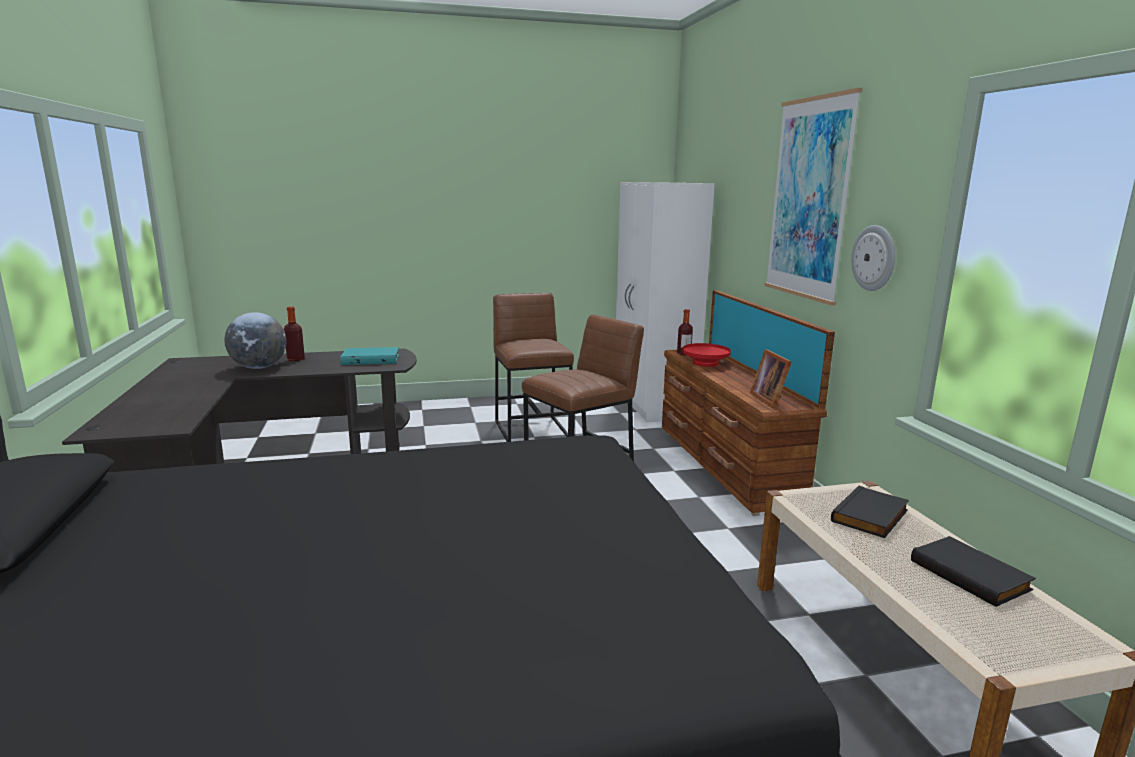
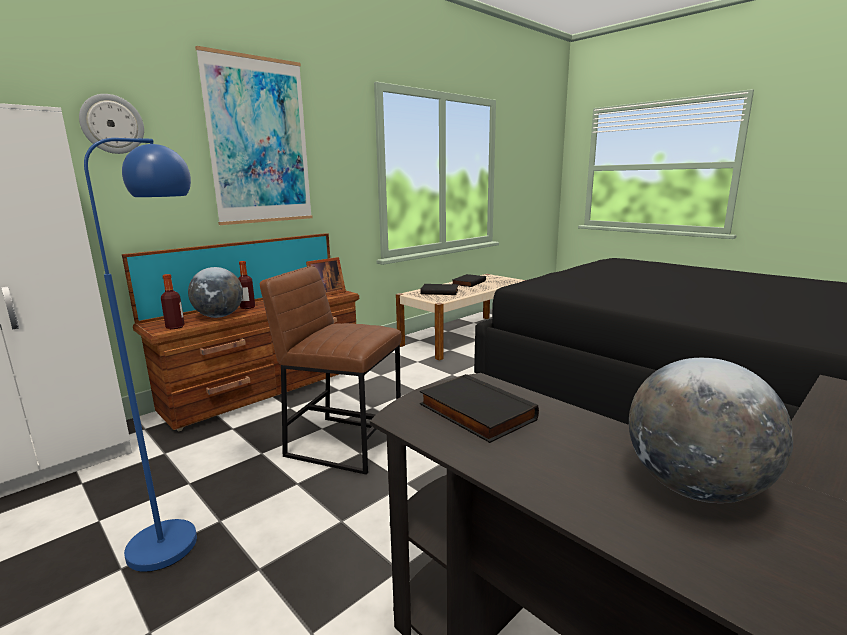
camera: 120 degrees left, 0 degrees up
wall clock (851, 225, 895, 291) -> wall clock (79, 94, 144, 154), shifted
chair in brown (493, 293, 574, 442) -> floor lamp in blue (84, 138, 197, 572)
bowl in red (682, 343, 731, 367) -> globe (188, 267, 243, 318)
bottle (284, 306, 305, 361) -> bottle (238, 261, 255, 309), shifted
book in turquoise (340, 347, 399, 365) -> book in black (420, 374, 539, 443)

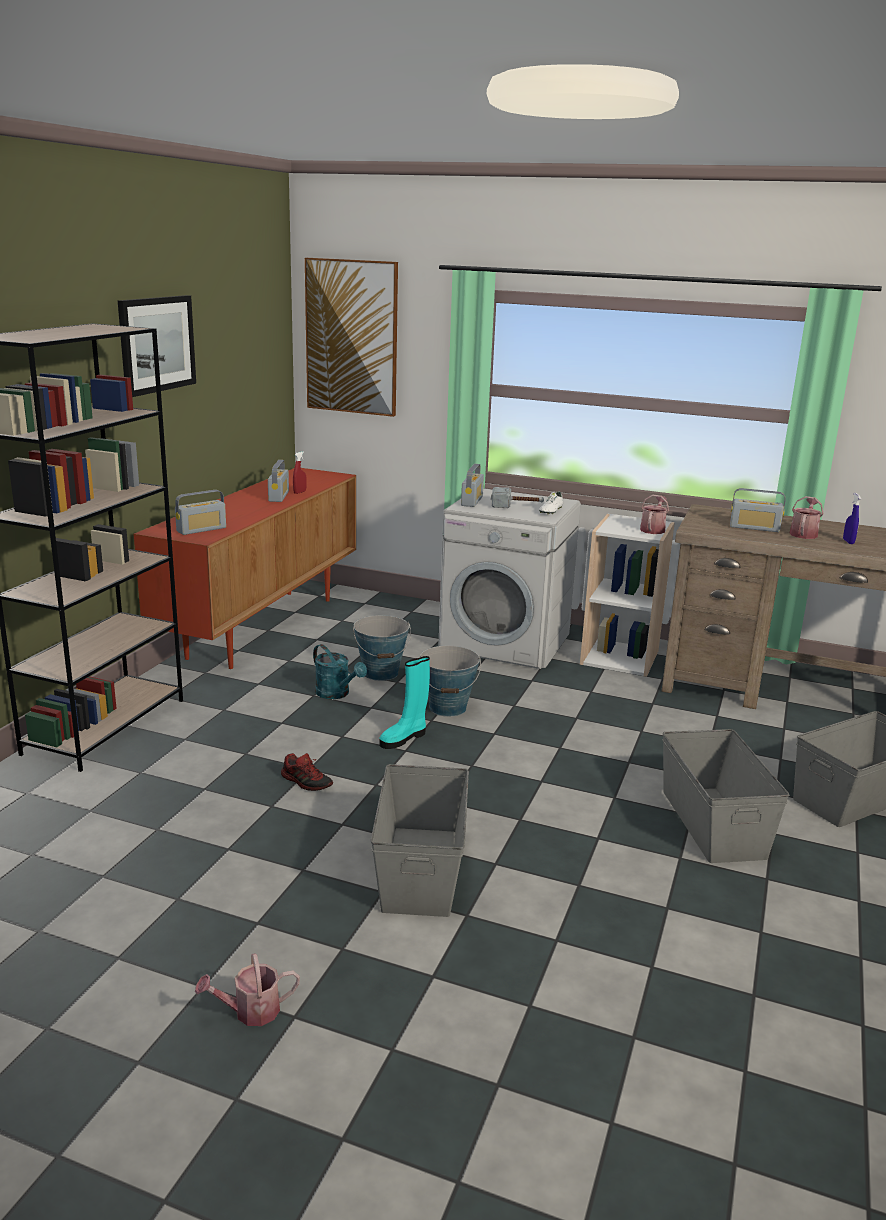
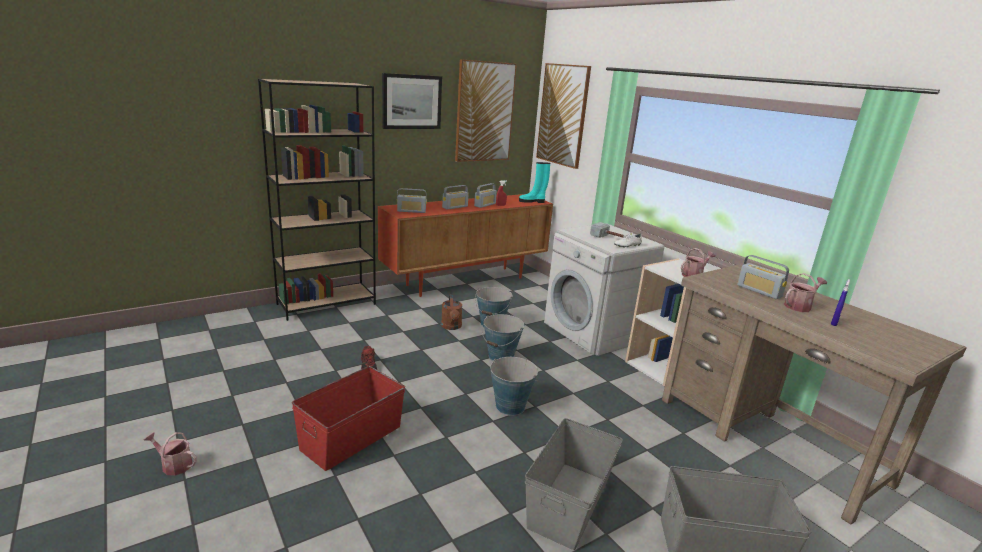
camera: 35 degrees right, 0 degrees up
storage box in grey (371, 764, 469, 917) -> storage box in red (292, 366, 405, 471)
watering can in turquoise (313, 644, 367, 699) -> watering can in brown (441, 294, 462, 330)
radio (461, 464, 484, 507) -> radio (442, 185, 469, 209), shifted
none -> picture (455, 59, 517, 162)
none -> bucket (490, 357, 538, 416)
boot in turquoise (379, 656, 430, 749) -> boot in turquoise (519, 162, 550, 203), shifted

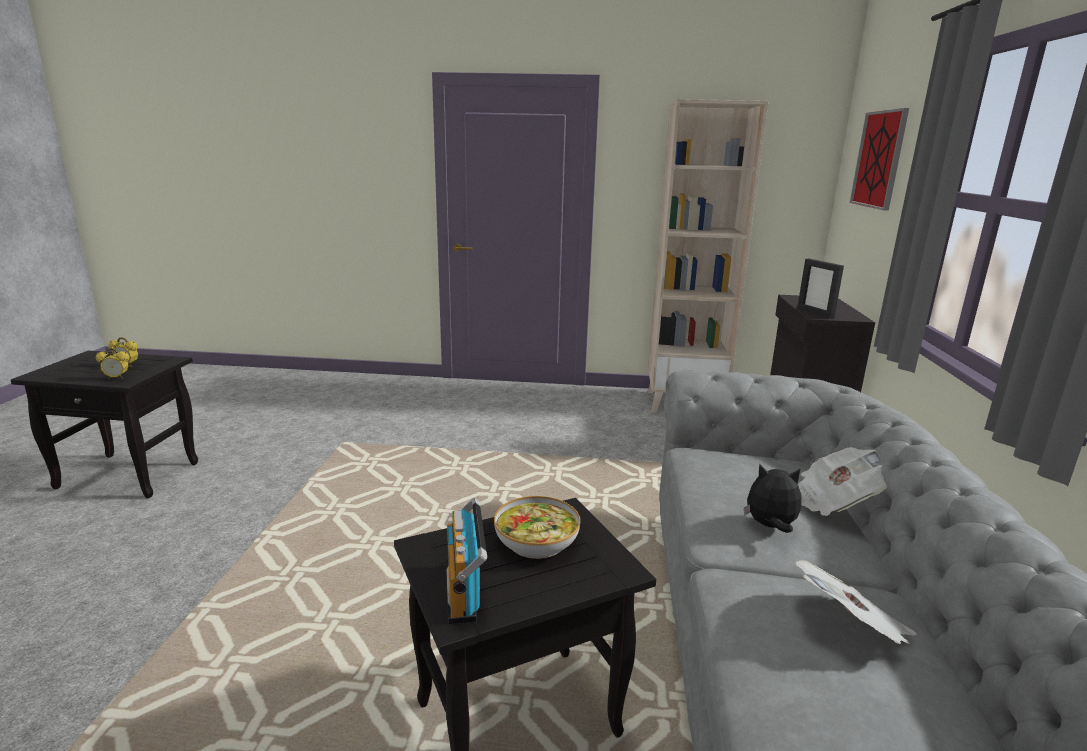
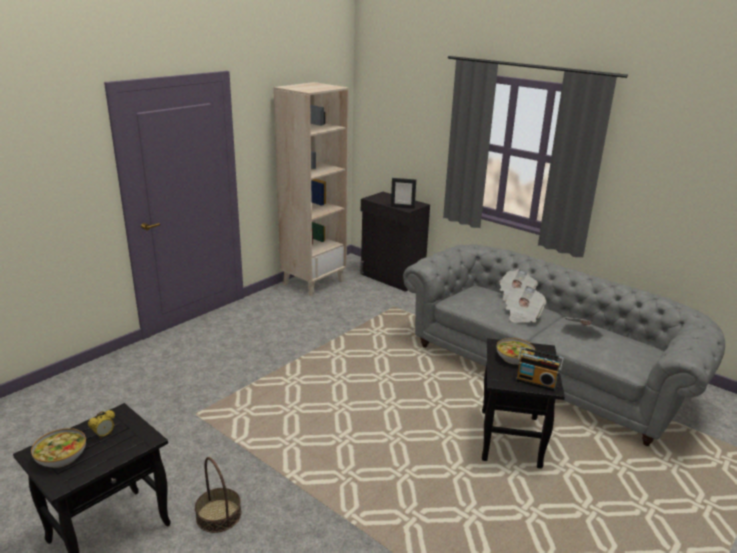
camera: 55 degrees left, 5 degrees up
none -> bowl (31, 428, 86, 468)
none -> basket (195, 457, 241, 533)
plush toy (744, 464, 801, 533) -> newspaper (505, 285, 546, 323)
alarm clock (96, 348, 129, 379) -> none
picture (850, 108, 909, 211) -> none

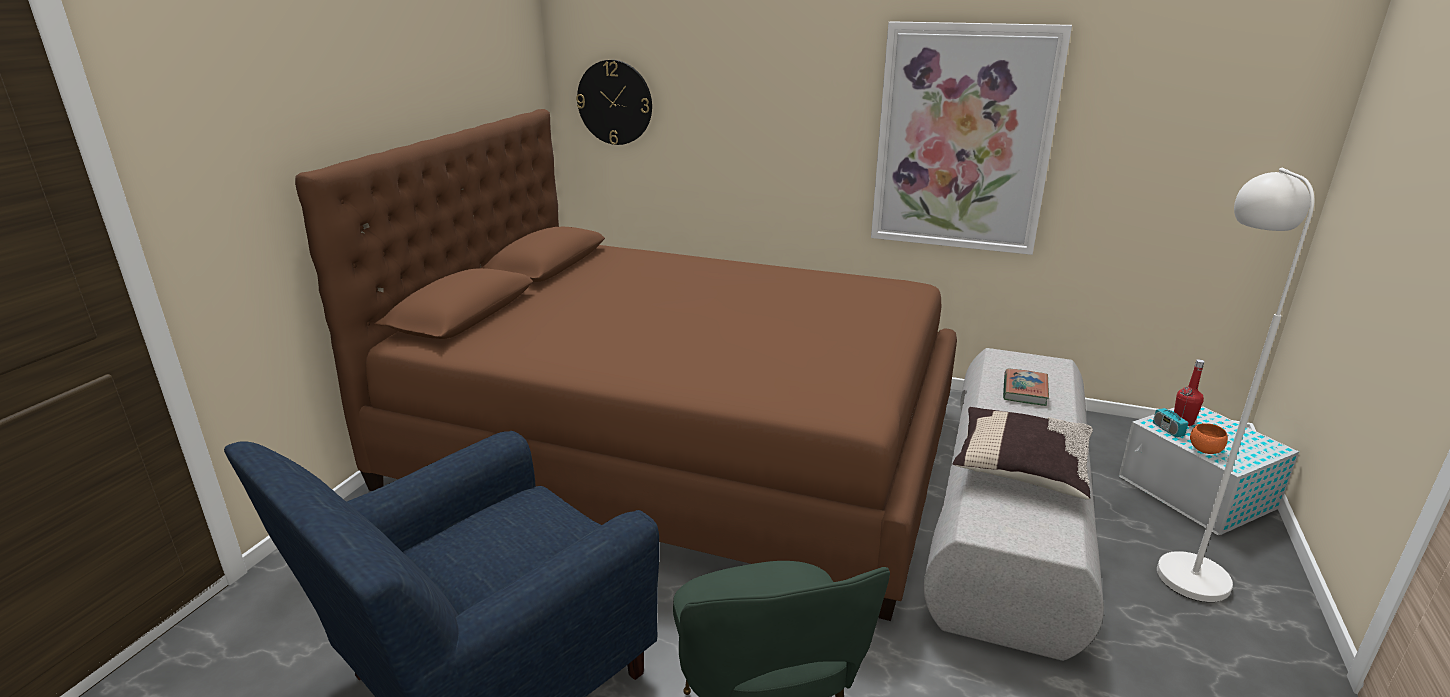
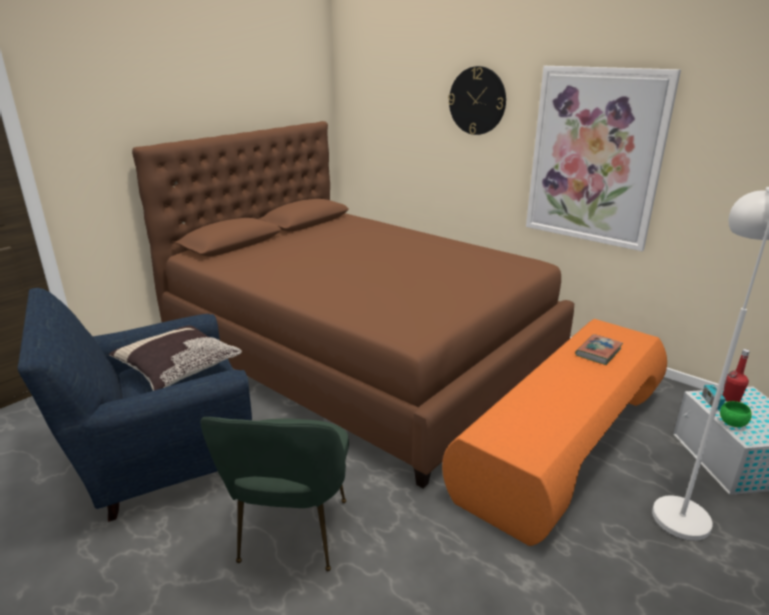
camera: 20 degrees right, 0 degrees up
pillow (952, 407, 1093, 500) -> pillow (109, 325, 242, 391), shifted
bench in grey (924, 348, 1104, 661) -> bench in orange (442, 319, 667, 546)
wall clock (576, 60, 652, 145) -> wall clock (448, 66, 506, 135), shifted
bowl in orange (1190, 423, 1228, 454) -> bowl in green (720, 401, 752, 427)

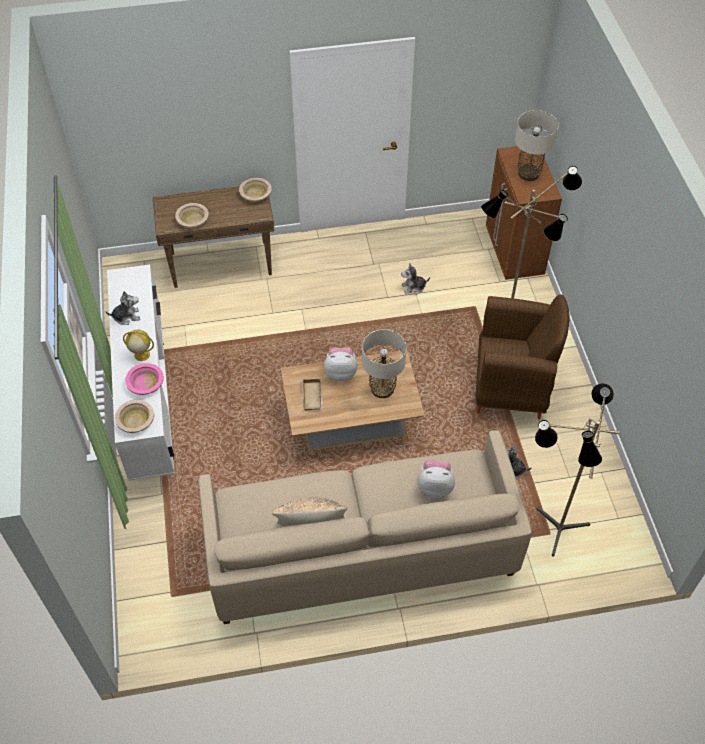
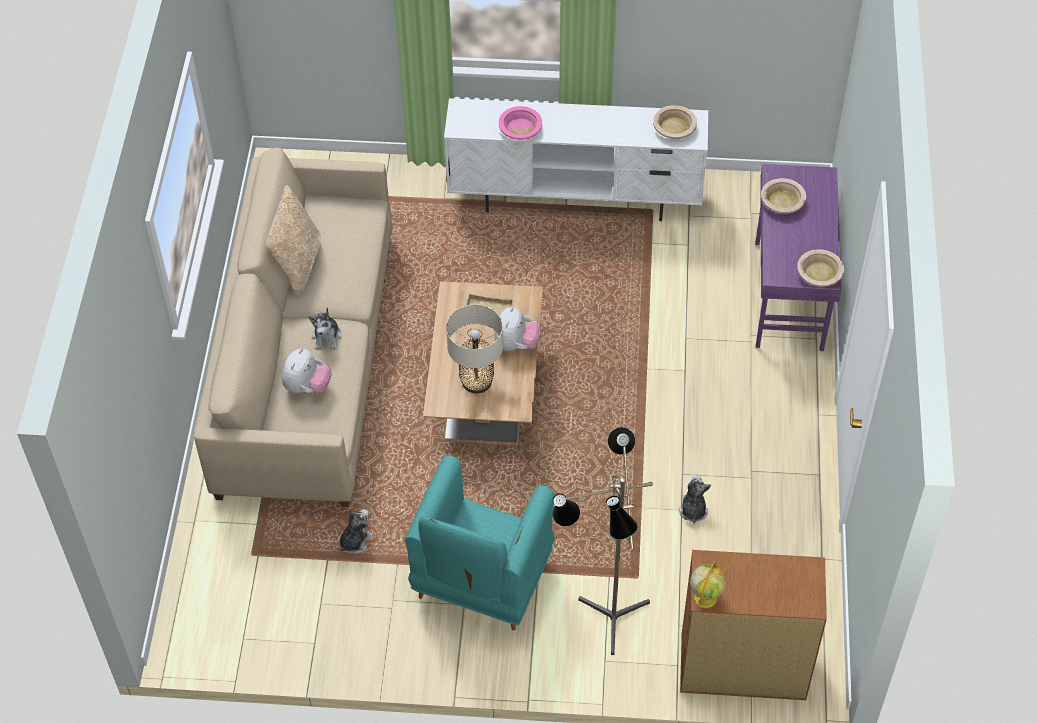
camera: 105 degrees right, 0 degrees up
plush toy (105, 291, 140, 325) -> plush toy (308, 308, 342, 350), shifted
armchair in brown (475, 295, 570, 420) -> armchair in turquoise (405, 455, 555, 631)
bowl in beige (115, 400, 154, 433) -> bowl in beige (653, 105, 697, 139), shifted
globe (123, 330, 154, 361) -> globe (690, 561, 726, 608), shifted
console table in brown (153, 186, 275, 288) -> console table in purple (756, 164, 842, 351)
table lamp (515, 110, 559, 181) -> none
floor lamp (535, 383, 620, 557) -> none

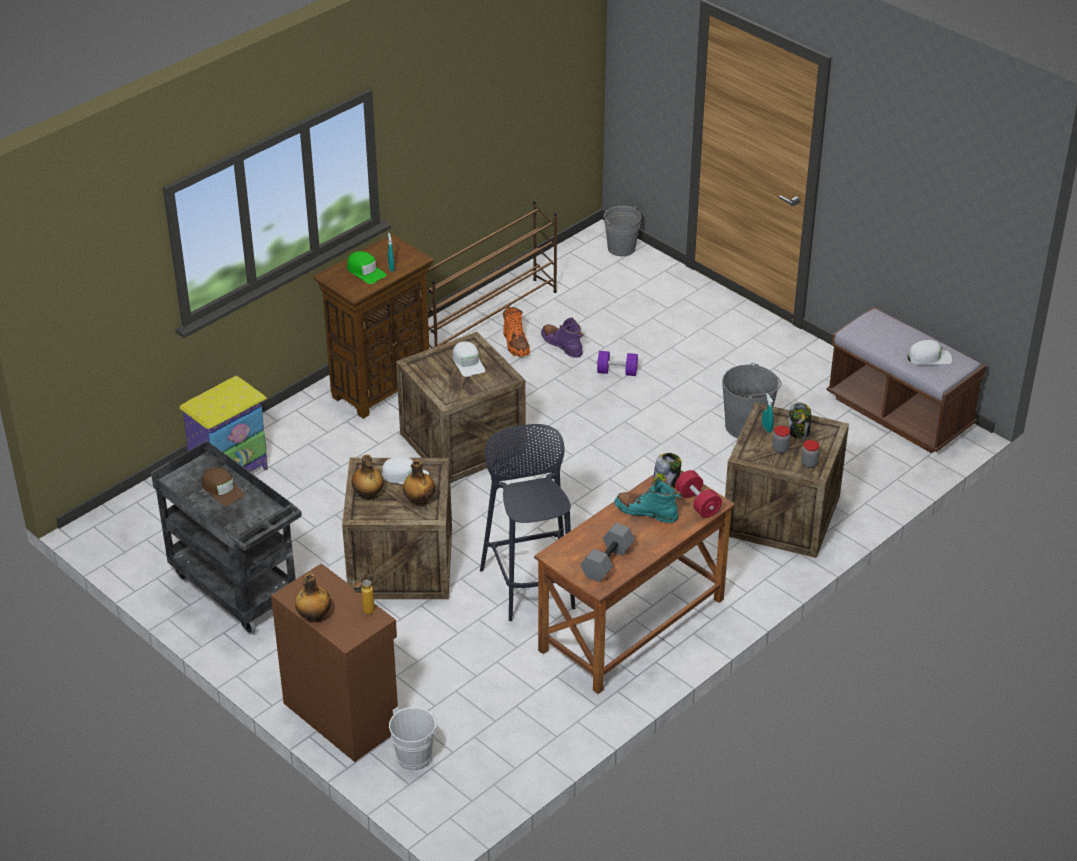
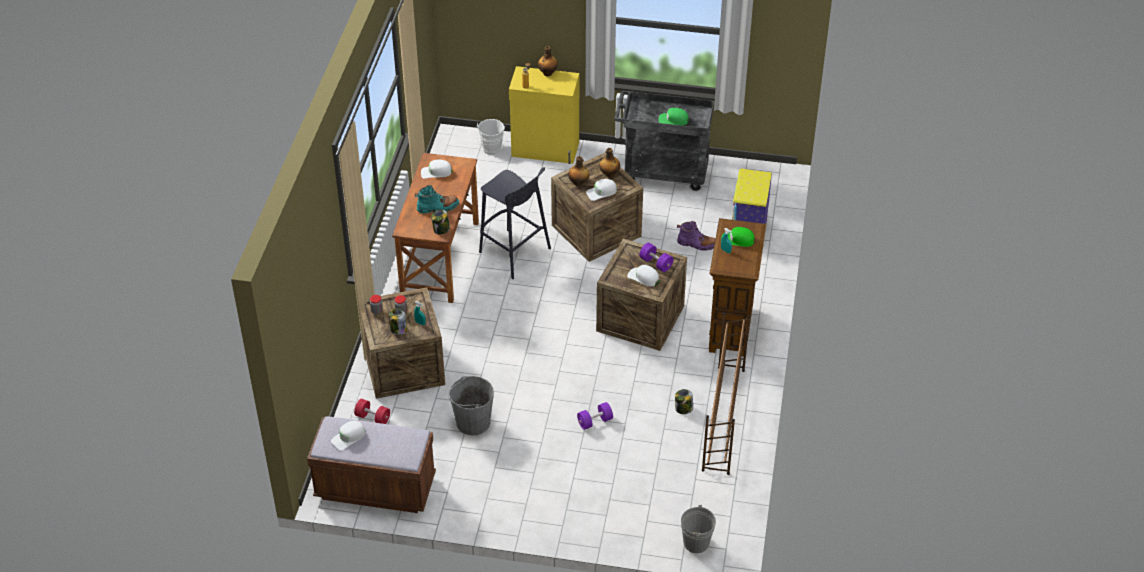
camera: 145 degrees right, 5 degrees up
dumbbell in red (675, 470, 722, 518) -> dumbbell in red (354, 399, 390, 424), shifted
dumbbell in grey (580, 523, 635, 582) -> cap in white (421, 160, 452, 178)
cabinet in brown (271, 563, 398, 762) -> cabinet in yellow (509, 66, 579, 164)
none -> dumbbell in purple (639, 243, 673, 272)
cap in brown (202, 467, 245, 506) -> cap in green (658, 108, 689, 125)
boot in orange (503, 305, 530, 357) -> jar (675, 389, 693, 414)
boot in purple (541, 318, 584, 358) -> boot in purple (677, 221, 715, 251), shifted

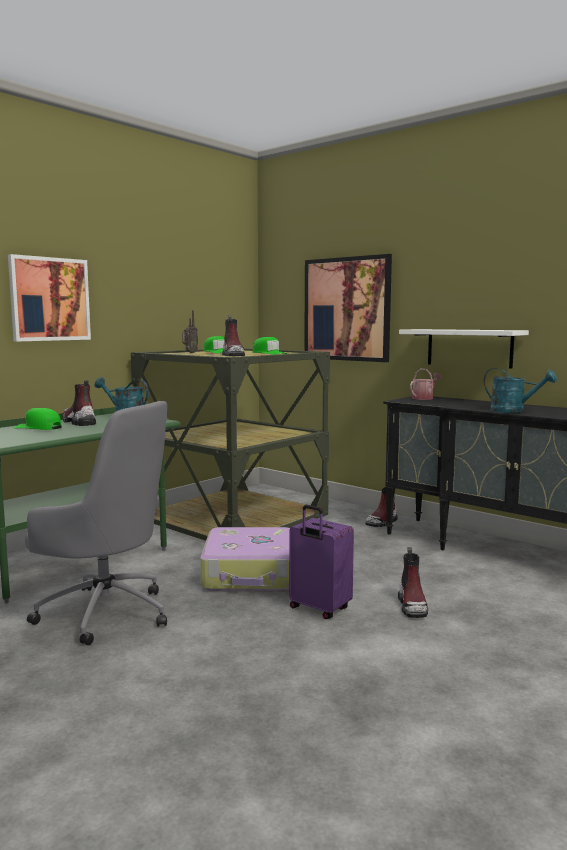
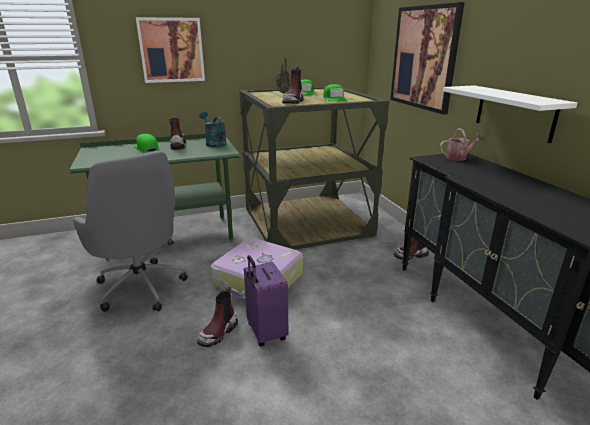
camera: 30 degrees right, 15 degrees up
boot (398, 547, 428, 618) -> boot (197, 286, 238, 347), shifted
watering can in turquoise (484, 368, 557, 413) -> none

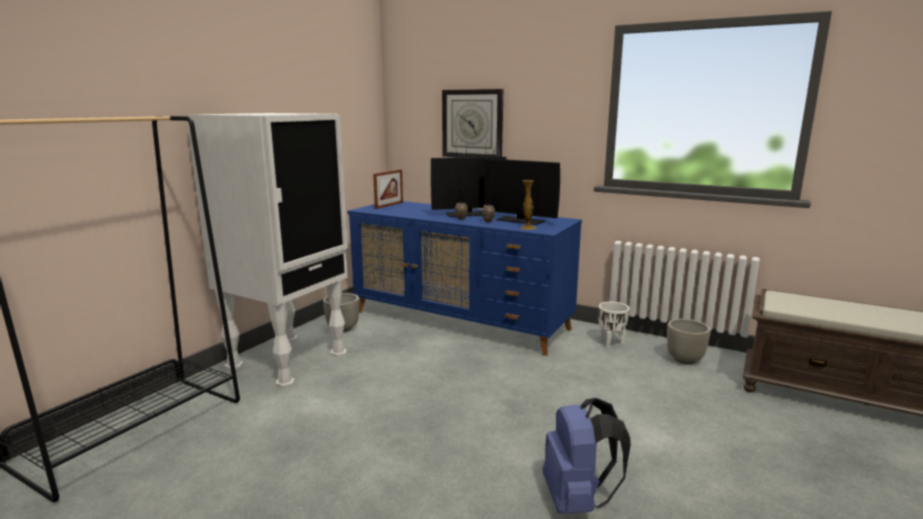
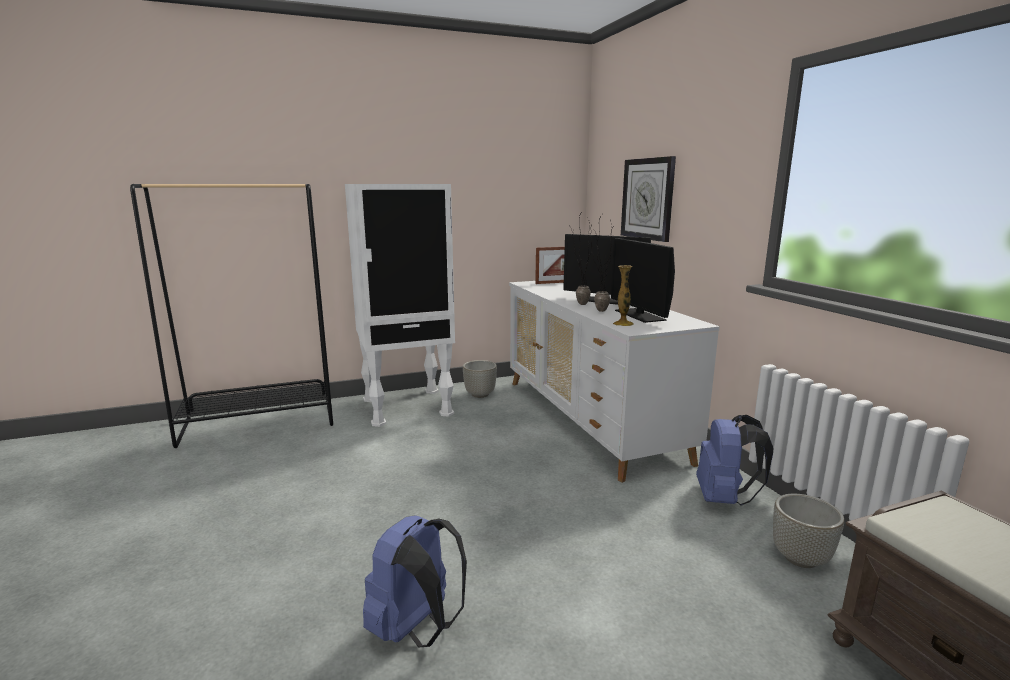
camera: 40 degrees right, 0 degrees up
dresser in blue (347, 201, 582, 356) -> dresser in white (509, 281, 720, 483)
planter in white (598, 302, 629, 348) -> backpack in blue (696, 415, 773, 506)

